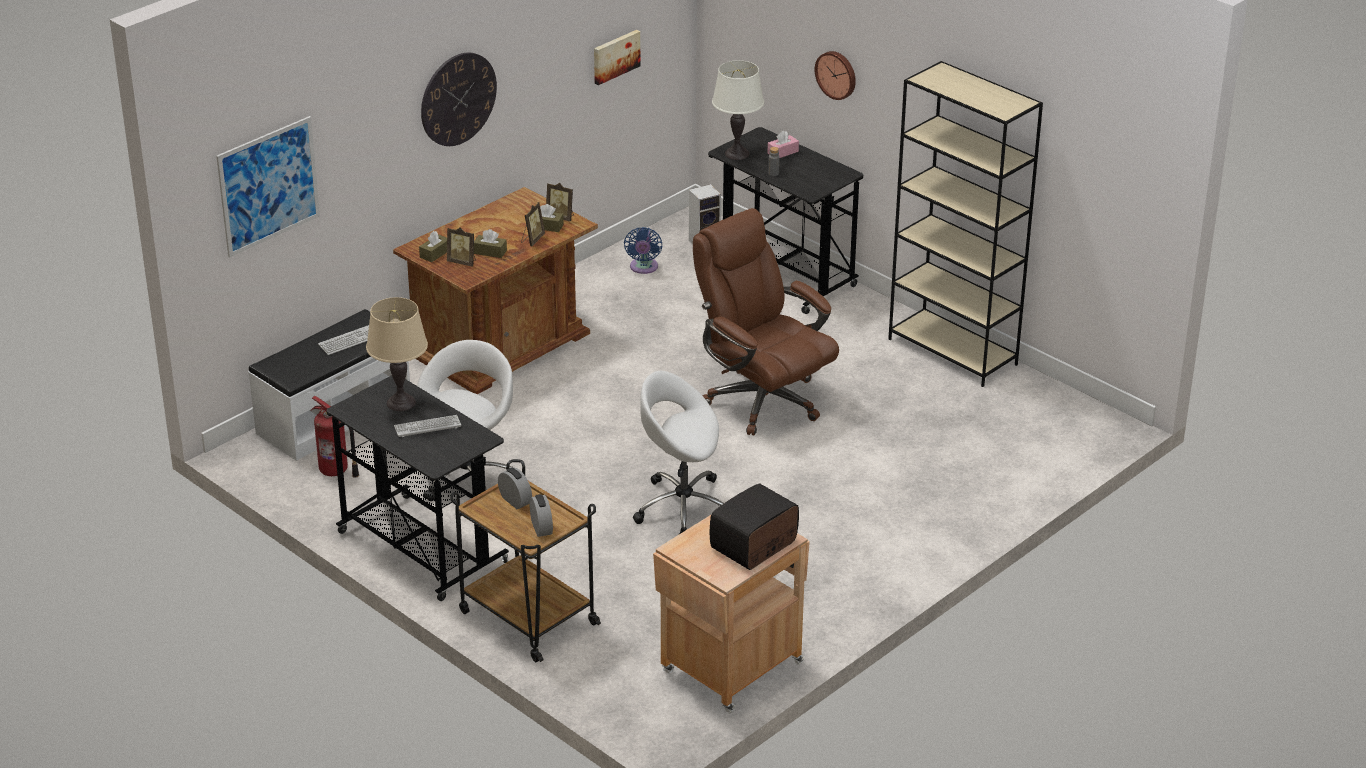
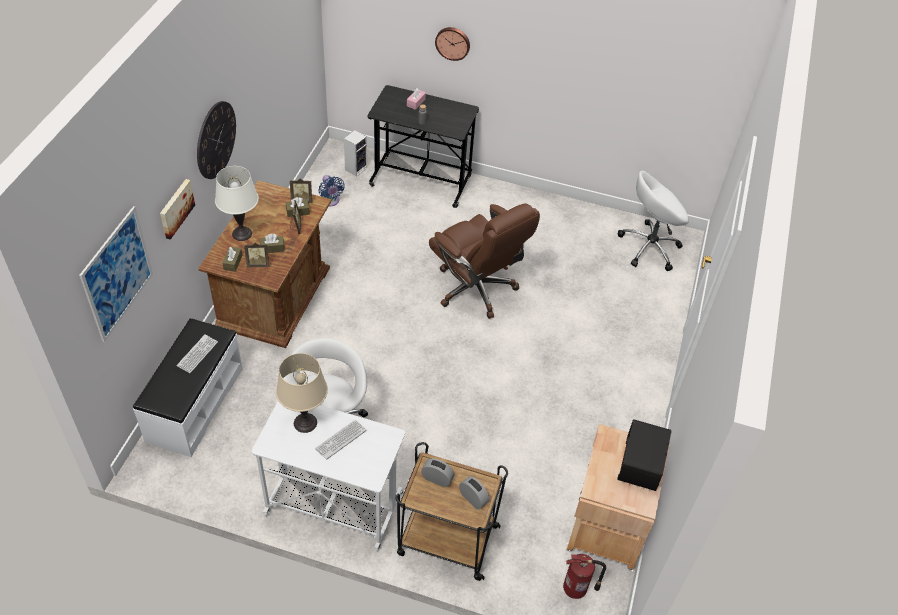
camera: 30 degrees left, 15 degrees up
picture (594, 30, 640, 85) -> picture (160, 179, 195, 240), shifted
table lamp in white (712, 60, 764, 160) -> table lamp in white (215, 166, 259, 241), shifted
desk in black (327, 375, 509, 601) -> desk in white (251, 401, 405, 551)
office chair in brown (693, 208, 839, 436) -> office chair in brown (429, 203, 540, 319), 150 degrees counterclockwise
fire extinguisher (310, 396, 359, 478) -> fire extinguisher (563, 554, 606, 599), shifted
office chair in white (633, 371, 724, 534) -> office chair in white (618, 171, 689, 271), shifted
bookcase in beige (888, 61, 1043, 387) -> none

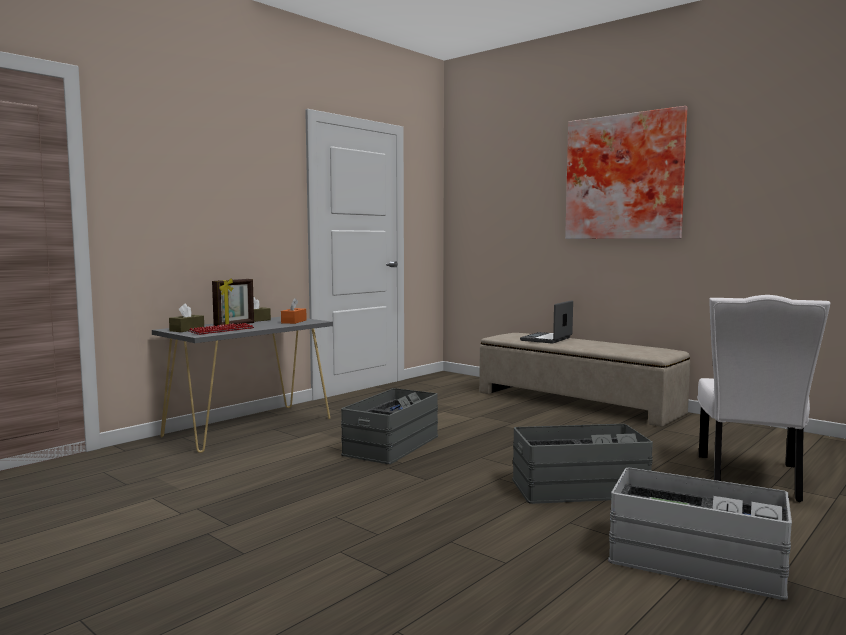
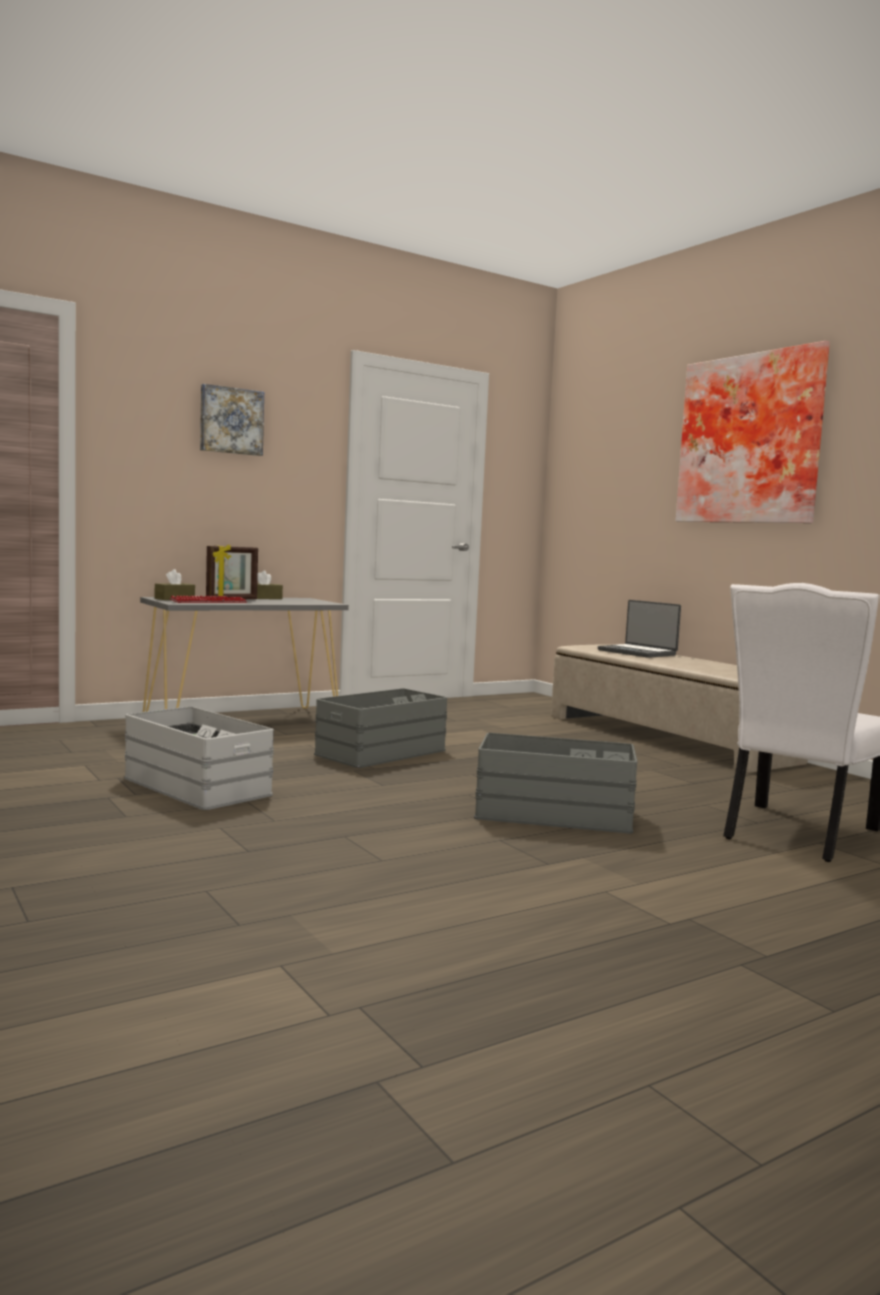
camera: 15 degrees right, 0 degrees up
storage box in grey (608, 468, 792, 600) -> storage box in grey (124, 707, 274, 810), shifted
none -> picture (200, 384, 264, 456)
laptop (520, 300, 573, 344) -> laptop (598, 600, 681, 658), 90 degrees counterclockwise
tissue box in orange (281, 298, 307, 324) -> none

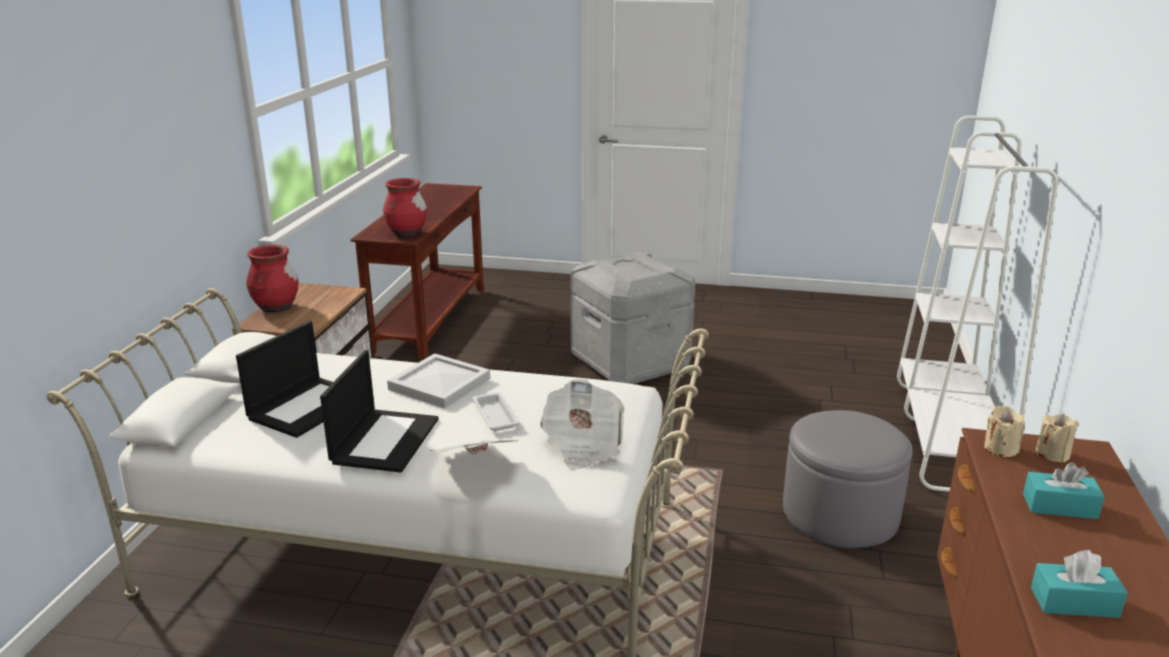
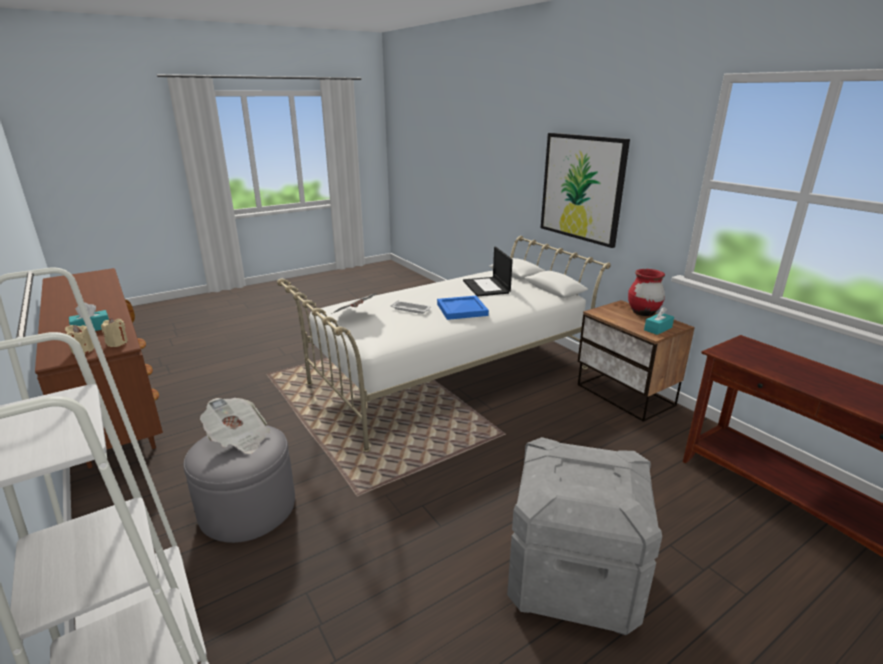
camera: 135 degrees right, 0 degrees up
newspaper (429, 440, 516, 454) -> newspaper (200, 398, 270, 454), shifted
tray in white (387, 353, 490, 408) -> tray in blue (437, 296, 489, 320)
none -> picture (541, 133, 630, 248)
tissue box in turquoise (1031, 550, 1128, 618) -> tissue box in turquoise (644, 307, 674, 335), shifted
laptop (320, 350, 438, 473) -> none
vase in red (383, 178, 427, 237) -> none

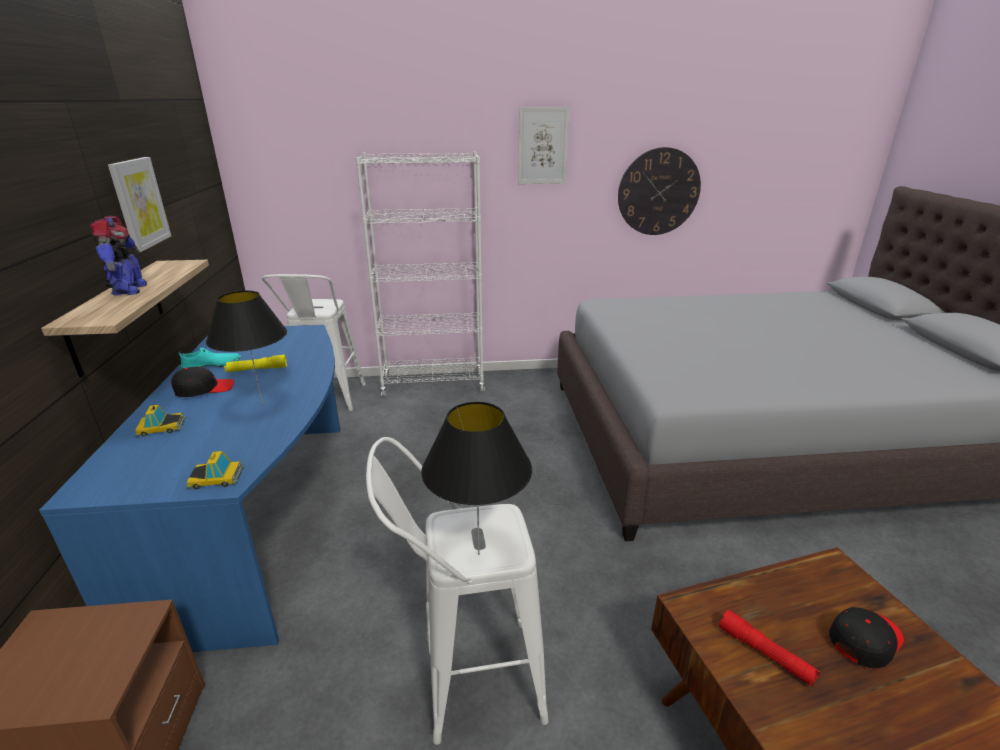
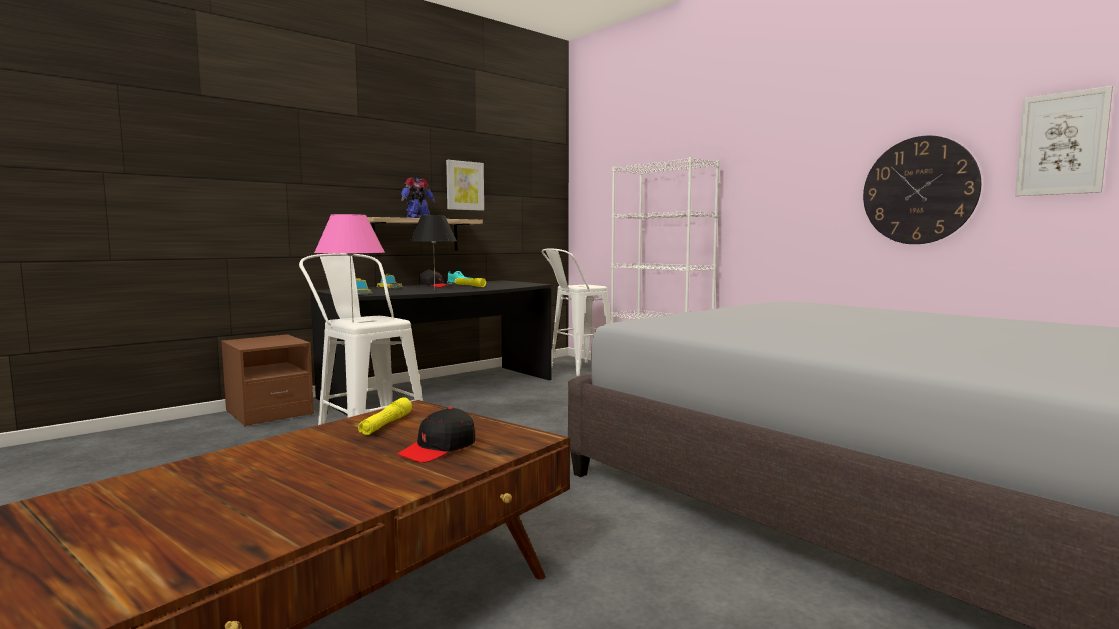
camera: 55 degrees right, 20 degrees down
desk in blue (39, 325, 340, 652) -> desk in black (310, 280, 551, 416)
table lamp in black (421, 402, 532, 555) -> table lamp in pink (314, 214, 385, 321)
flashlight in red (719, 610, 820, 687) -> flashlight in yellow (358, 397, 412, 435)
cap in black (829, 607, 904, 668) -> cap in black (397, 407, 475, 463), 105 degrees clockwise
picture (518, 107, 570, 184) -> picture (1015, 86, 1113, 196), shifted

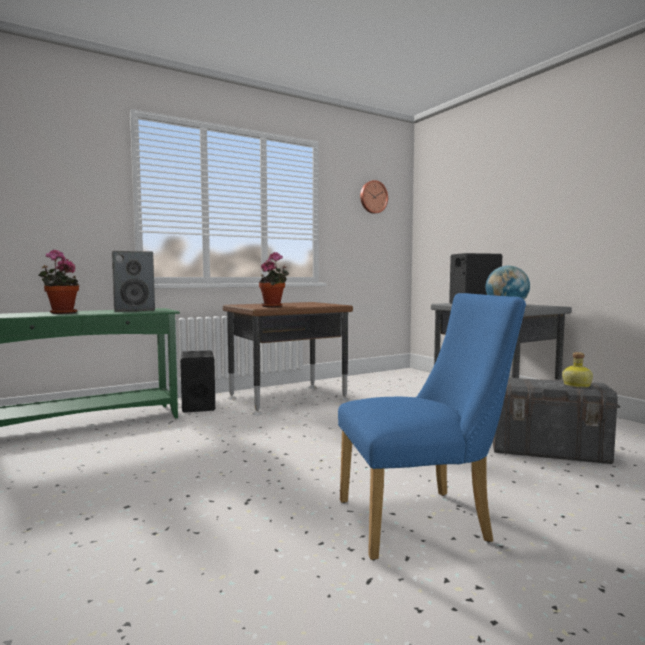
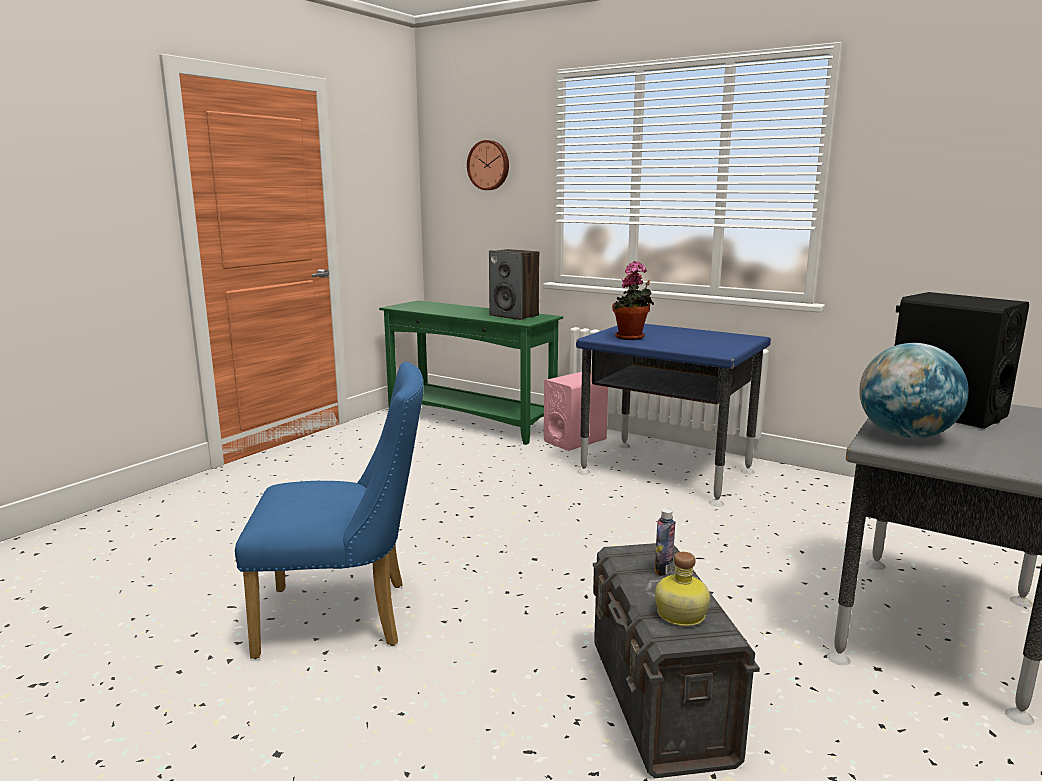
camera: 65 degrees right, 10 degrees up
chair in blue (338, 293, 526, 560) -> chair in blue (235, 362, 423, 659), 60 degrees counterclockwise
wall clock (360, 180, 388, 214) -> wall clock (467, 140, 509, 190), shifted
speaker in black (180, 350, 215, 413) -> speaker in pink (544, 372, 608, 451)
desk in brown (223, 302, 353, 416) -> desk in blue (576, 324, 771, 507)
none -> bottle (655, 508, 675, 576)
potted plant (38, 250, 79, 314) -> none

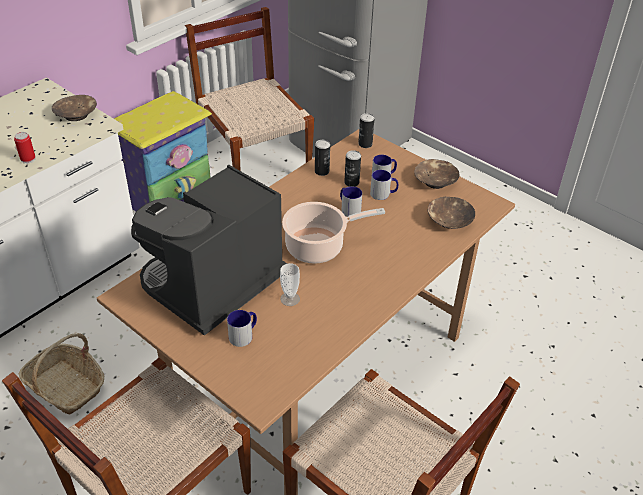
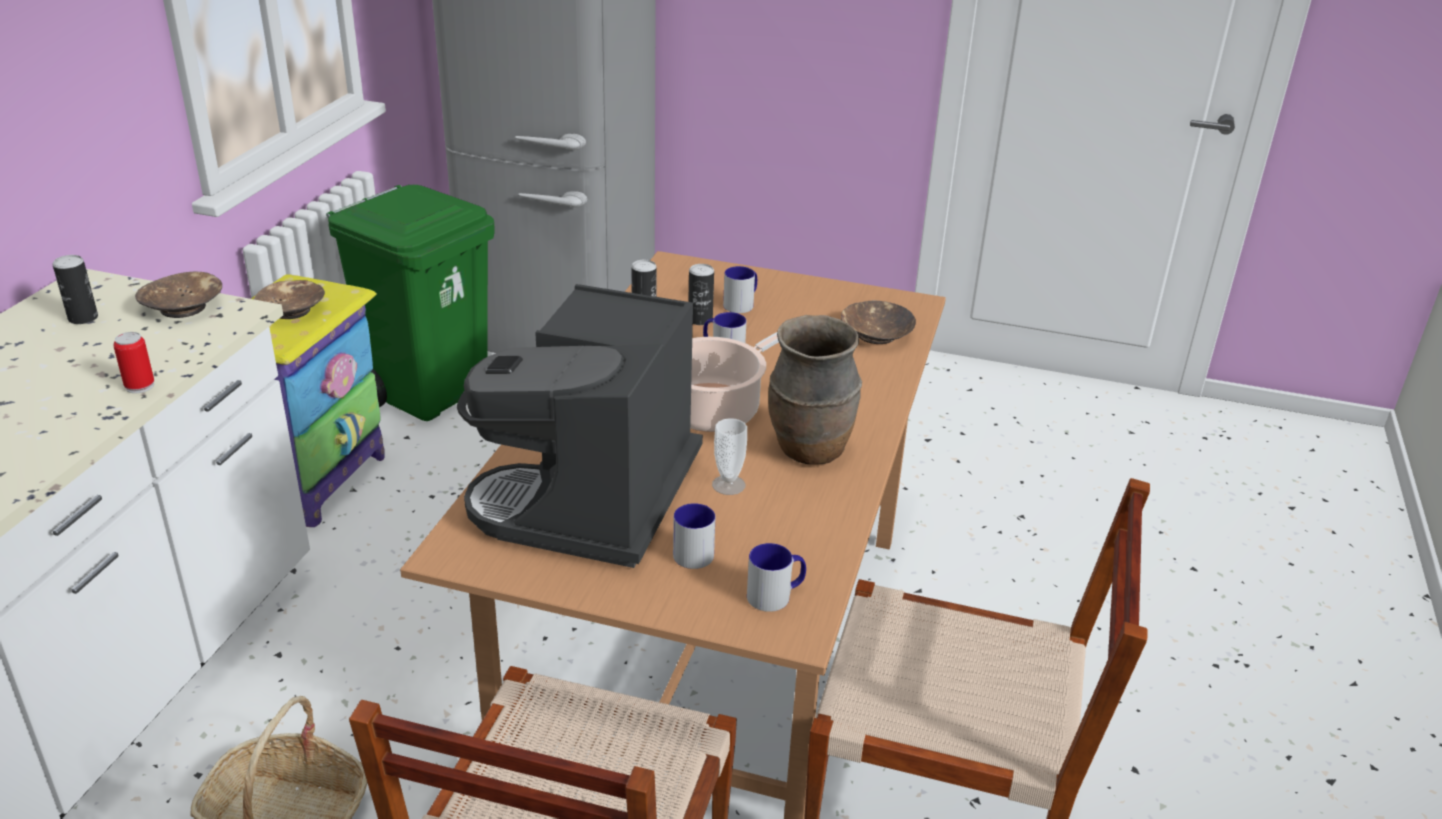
camera: 25 degrees left, 10 degrees down
can (358, 113, 375, 148) -> can (53, 255, 98, 324), shifted
bowl in brown (414, 159, 459, 189) -> bowl in brown (254, 280, 325, 319), shifted
chair (185, 7, 314, 171) -> trash can in green (326, 185, 494, 421)
mug (370, 170, 398, 200) -> mug (747, 543, 806, 612), shifted
none -> vase in brown (768, 315, 862, 464)

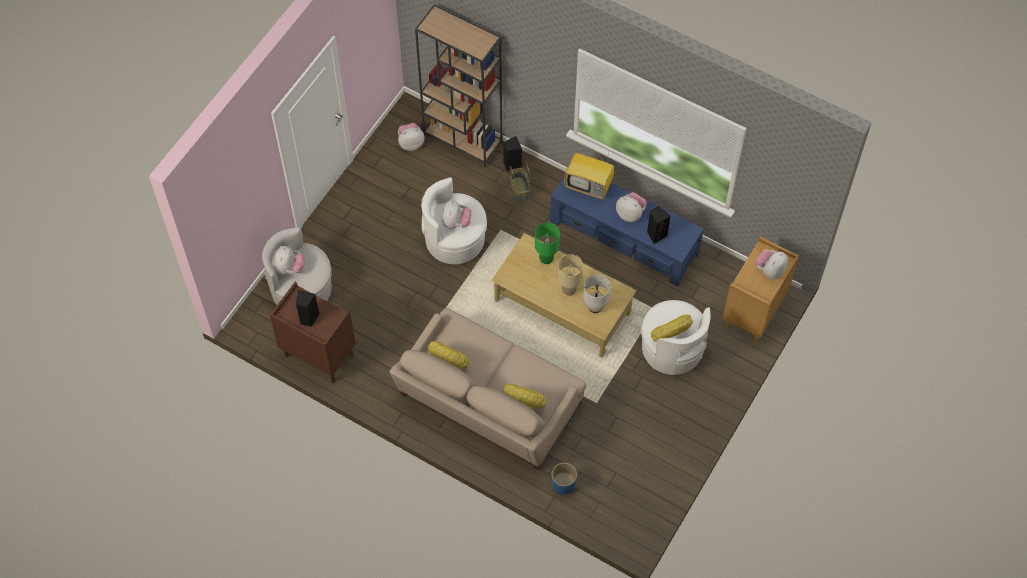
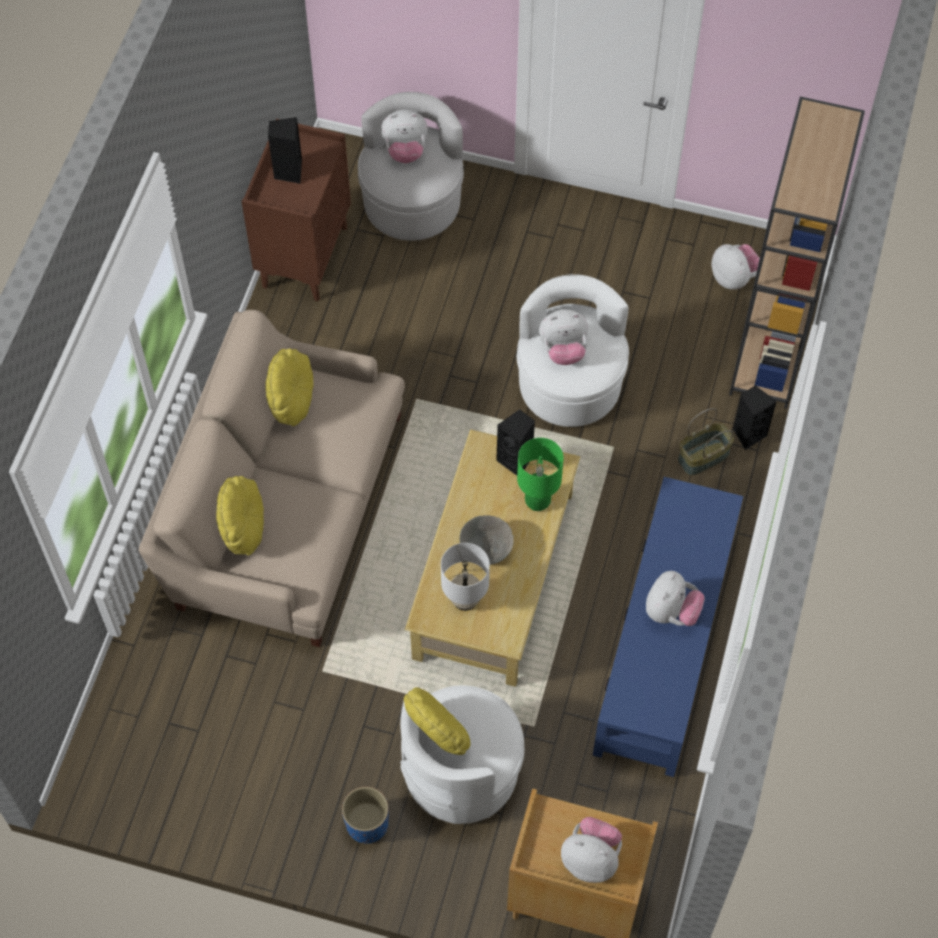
camera: 75 degrees right, 0 degrees up
planter in blue (551, 462, 577, 495) -> planter in blue (342, 787, 389, 844), shifted
table lamp in beige (558, 254, 583, 296) -> bowl in grey (460, 515, 514, 565)
speaker in black (647, 206, 671, 244) -> speaker in black (496, 409, 535, 475), shifted
television (564, 146, 614, 199) -> none

